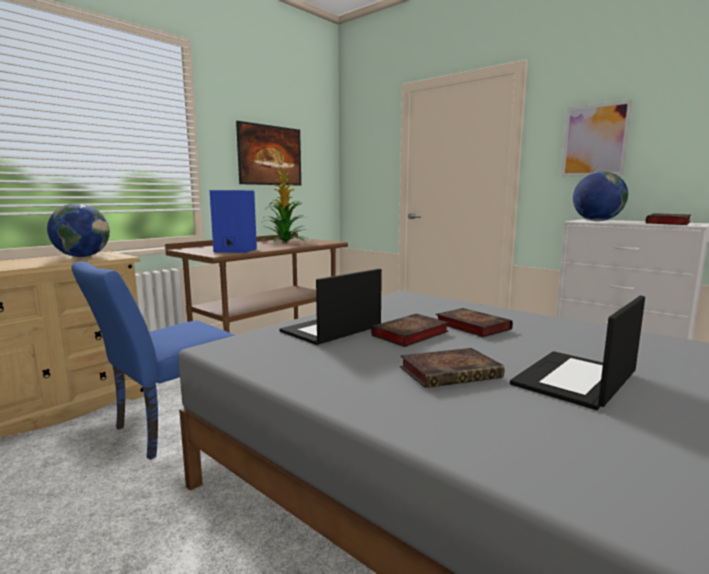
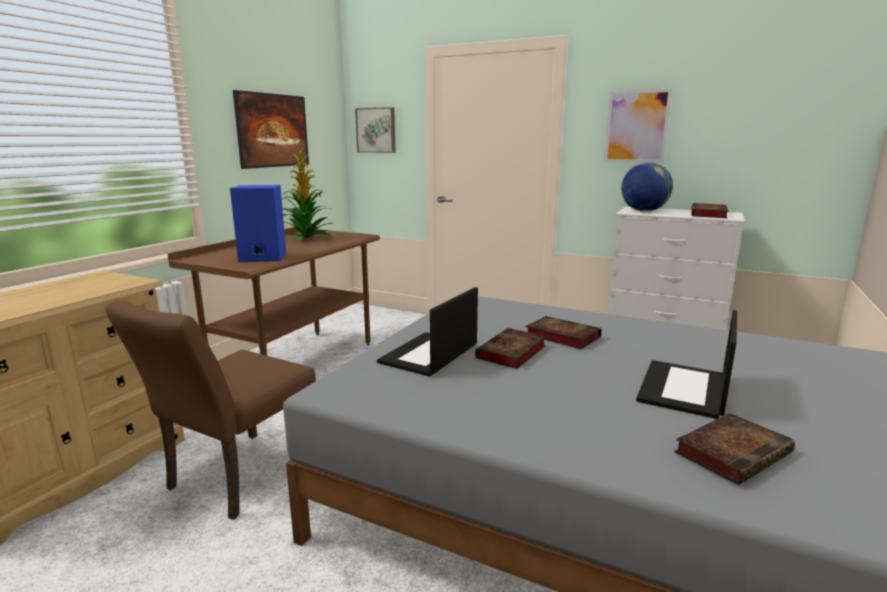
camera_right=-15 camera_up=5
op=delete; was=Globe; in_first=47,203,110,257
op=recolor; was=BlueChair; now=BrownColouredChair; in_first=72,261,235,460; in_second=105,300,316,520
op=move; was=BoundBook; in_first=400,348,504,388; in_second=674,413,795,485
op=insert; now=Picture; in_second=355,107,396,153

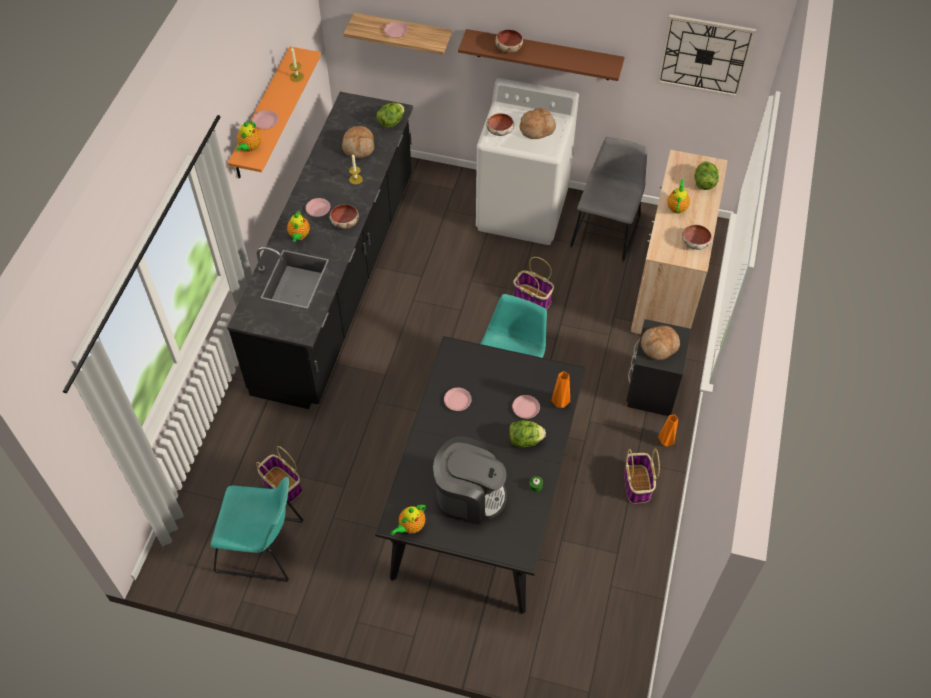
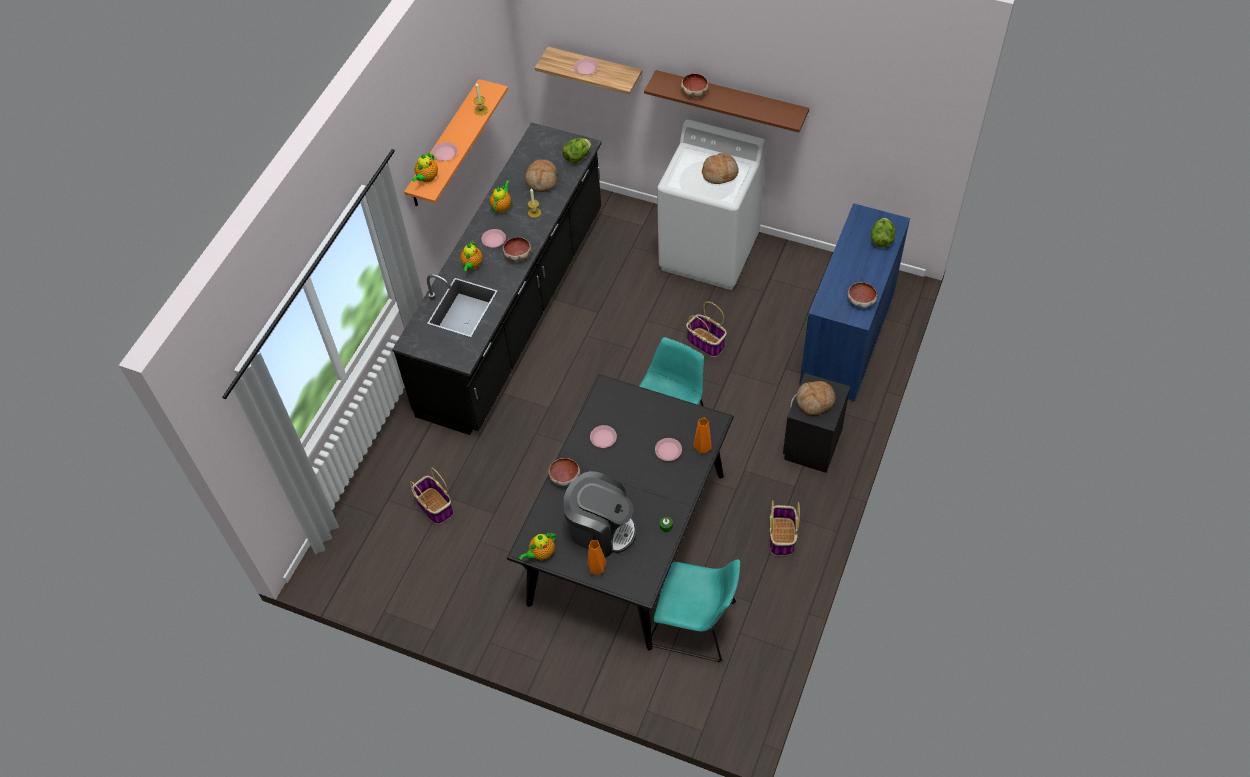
camera_right=10 camera_up=0
op=delete; was=HangingClock; in_first=657,14,756,98
op=move; was=Bowl; in_first=486,113,514,136; in_second=548,458,580,486
op=delete; was=GreyishChair; in_first=570,137,647,262
op=recolor; was=BeigeColouredStorageCabinet; now=BlueStorageCabinet; in_first=630,150,728,334; in_second=799,203,910,402
op=move; was=PotForTea; in_first=667,180,690,214; in_second=490,180,511,213
op=move; was=OrangeVase; in_first=658,415,678,447; in_second=587,541,606,575
op=delete; was=LettuceHead; in_first=509,420,546,448
op=move; was=TurquoiseColouredChair; in_first=210,477,303,582; in_second=651,559,740,663

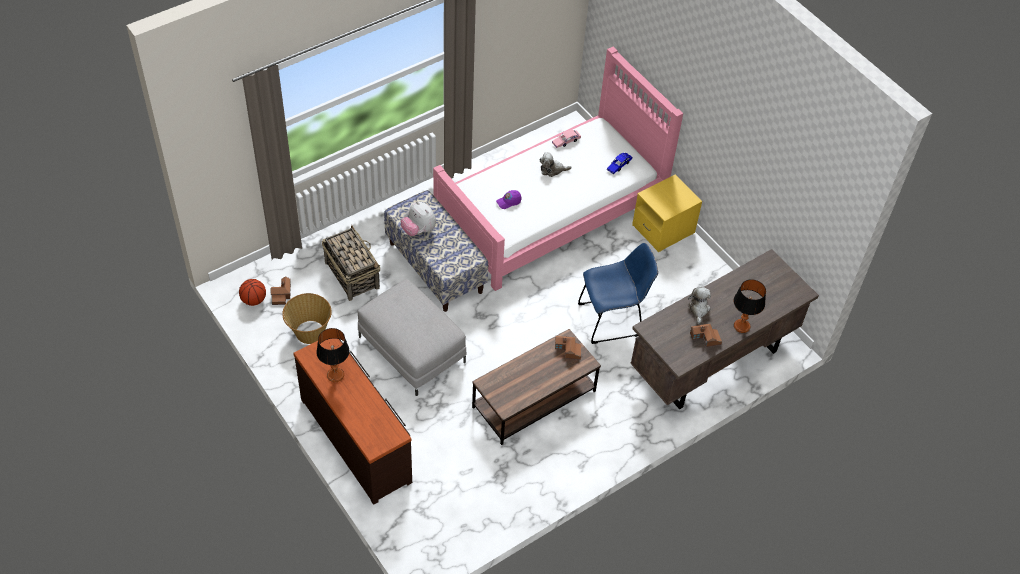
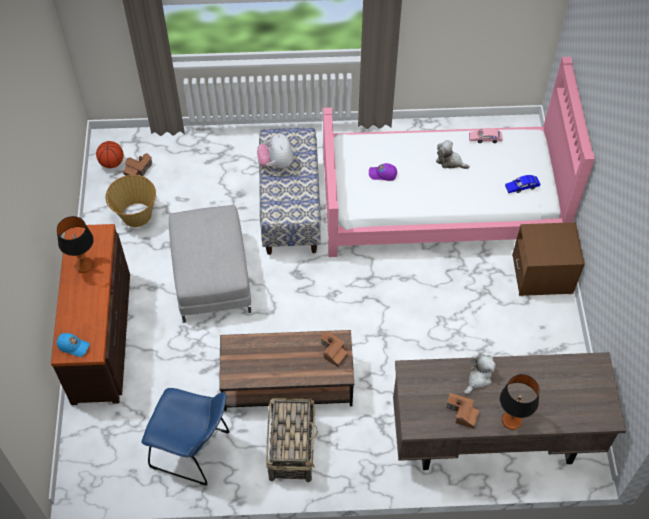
camera_right=35 camera_up=5
op=recolor; was=YellowishNightstand; now=BrownColouredNightstand; in_first=632,174,702,252; in_second=512,222,585,296
op=move; was=Basket; in_first=322,225,380,301; in_second=266,398,318,482
op=move; was=BlueChair; in_first=578,243,658,344; in_second=142,388,230,486
op=insert; now=BluePeakedCap; in_second=57,333,90,357

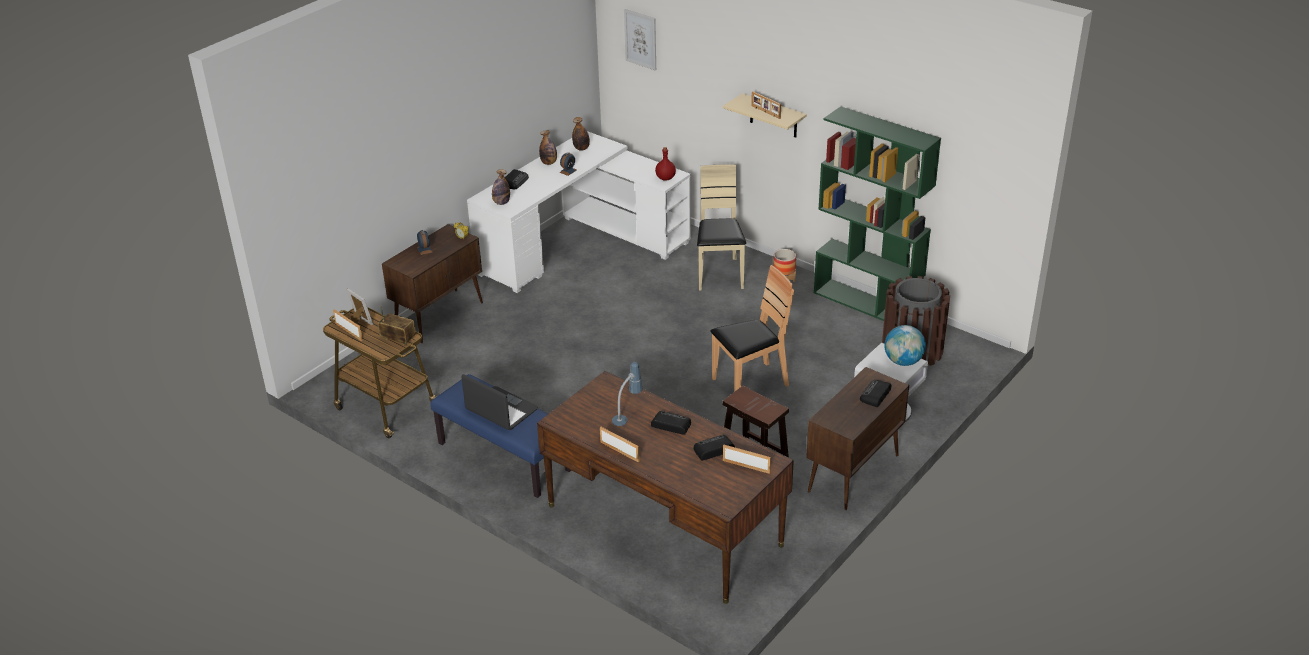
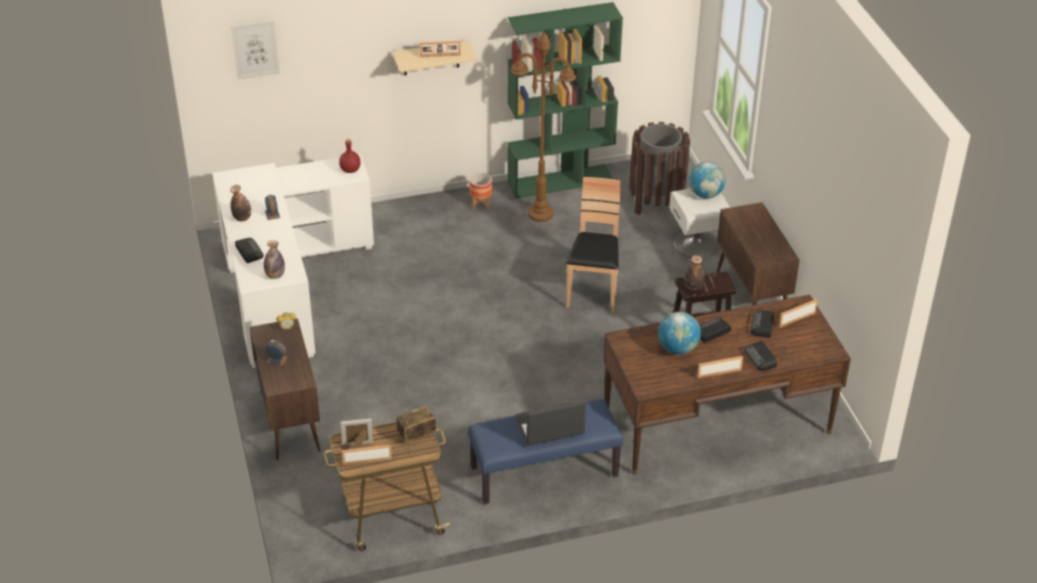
camera_right=-55 camera_up=5
op=move; was=DrinkBottle; in_first=572,117,590,151; in_second=684,255,705,291
op=delete; was=BeigeColouredChair; in_first=697,164,746,291
op=replace; was=LampForATable; now=Globe; in_first=612,362,642,426; in_second=658,312,701,355
op=move; was=RadioSet; in_first=860,380,891,407; in_second=744,341,777,371
op=insert; now=BrownColouredStandingLamp; in_second=511,32,576,222

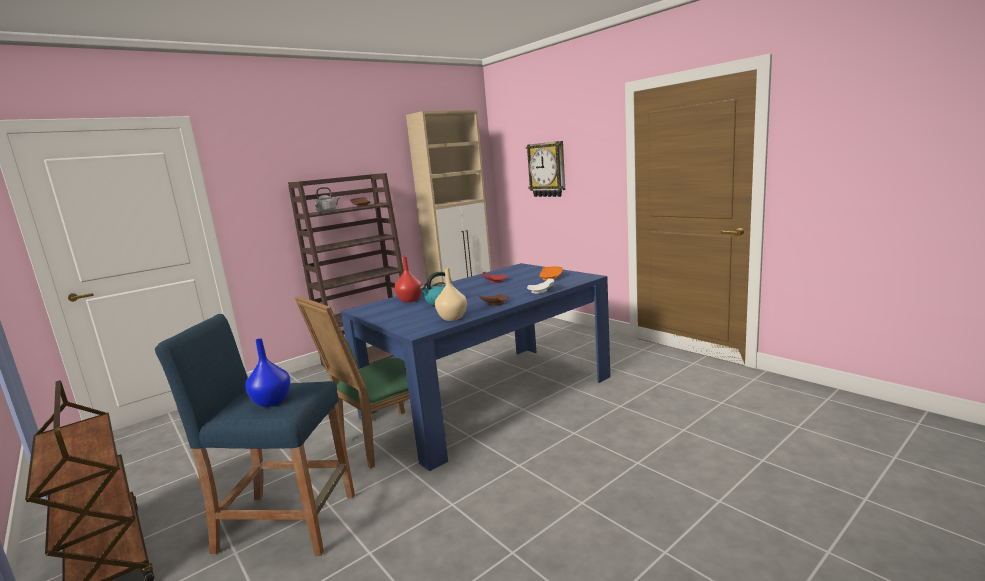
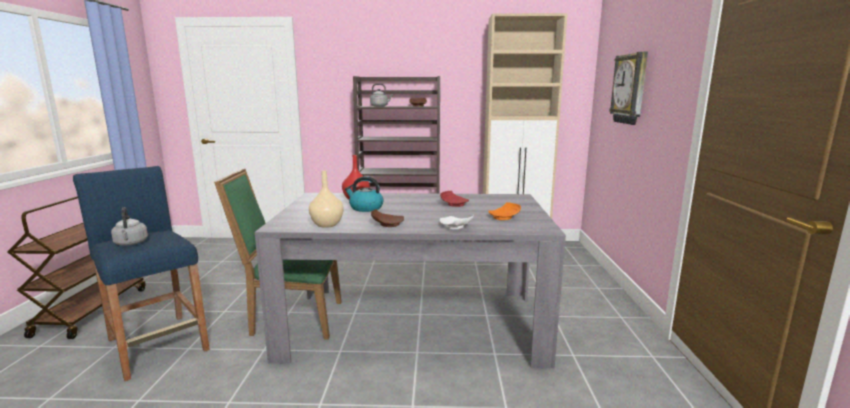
camera_right=40 camera_up=0
op=recolor; was=BlueDiningTable; now=GreyishDiningTable; in_first=341,263,611,471; in_second=255,193,566,368
op=replace; was=BlueVase; now=GreyishTeaKettle; in_first=245,338,291,407; in_second=111,207,148,246

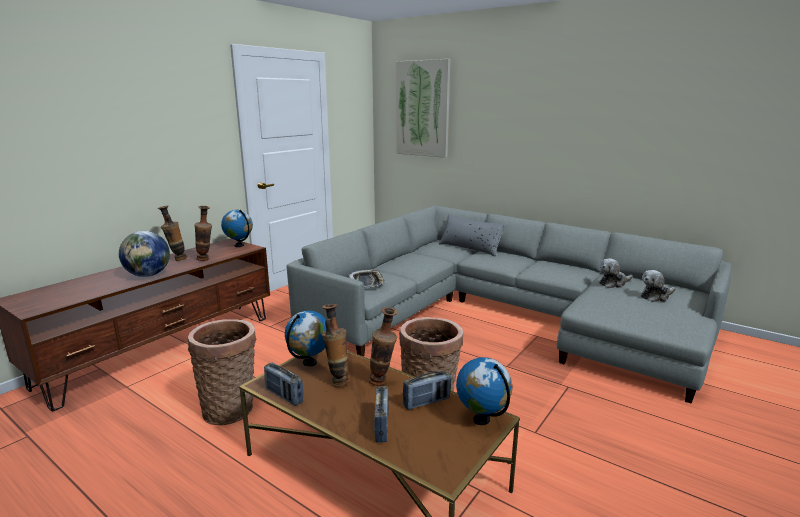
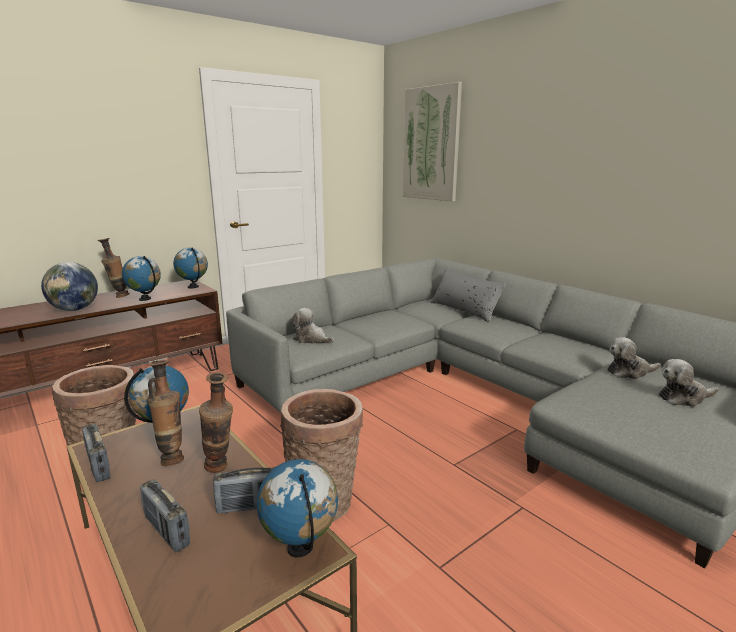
camera_right=15 camera_up=0
op=replace; was=Vase; now=Globe; in_first=194,206,212,261; in_second=122,256,161,301
op=replace; was=CarryingTray; now=SoftToy; in_first=348,269,386,288; in_second=291,308,334,344
op=rotate; was=RadioSet; in_first=374,386,389,443; in_second=140,479,190,552; clockwise=120

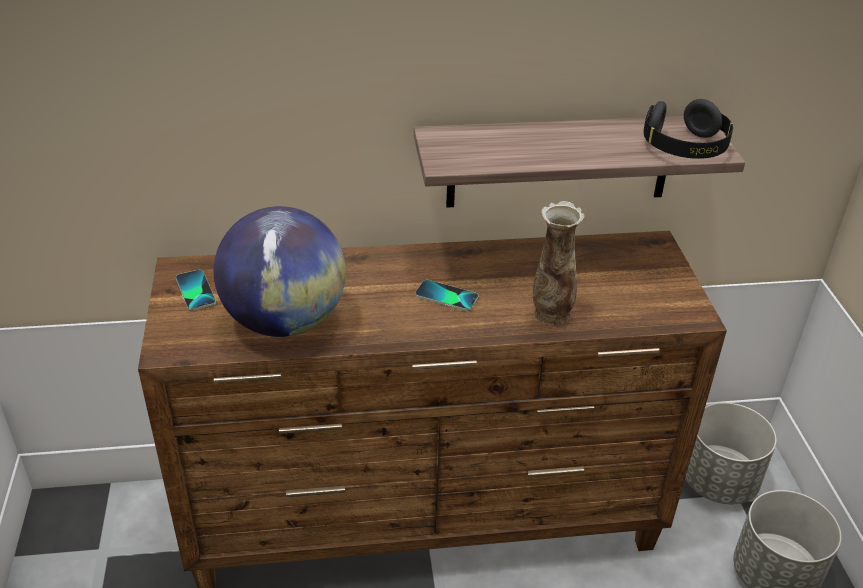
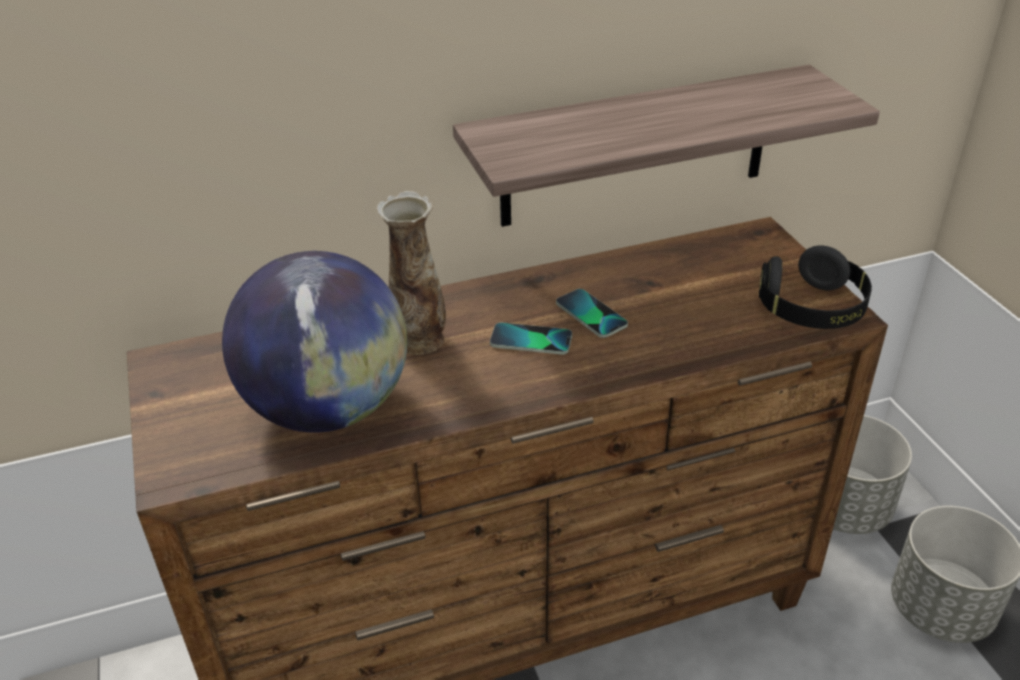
camera_right=-10 camera_up=0
op=move; was=BlackishPairOfHeadphones; in_first=644,99,733,159; in_second=759,245,872,329
op=move; was=Vase; in_first=533,201,585,326; in_second=376,191,446,355
op=move; was=Handset; in_first=176,270,216,311; in_second=556,289,628,338

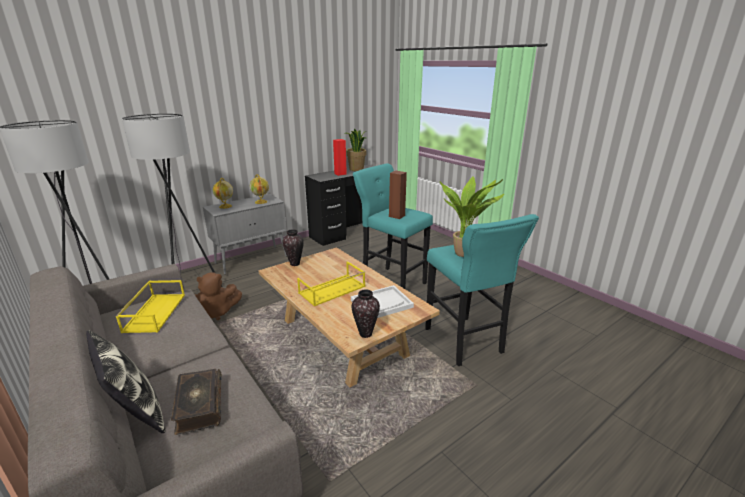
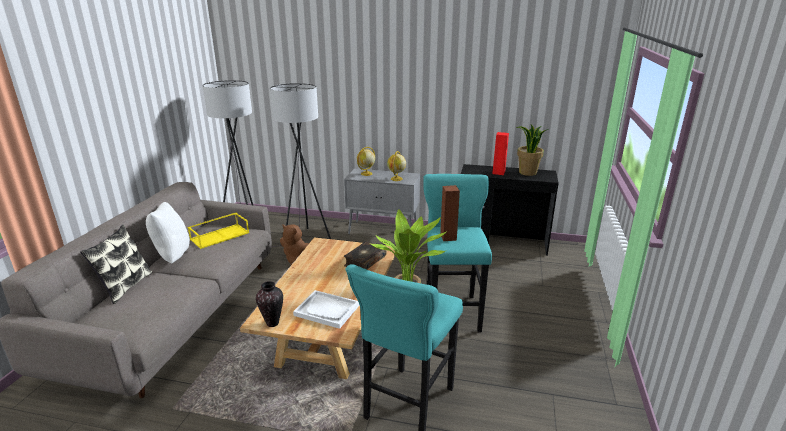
camera_right=50 camera_up=0
op=delete; was=Vase; in_first=283,229,304,266
op=delete; was=YellowishCarryingTray; in_first=297,261,365,306
op=move; was=BoundBook; in_first=171,369,222,435; in_second=344,241,387,270
op=insert; now=WhiteCushion; in_second=146,202,190,263

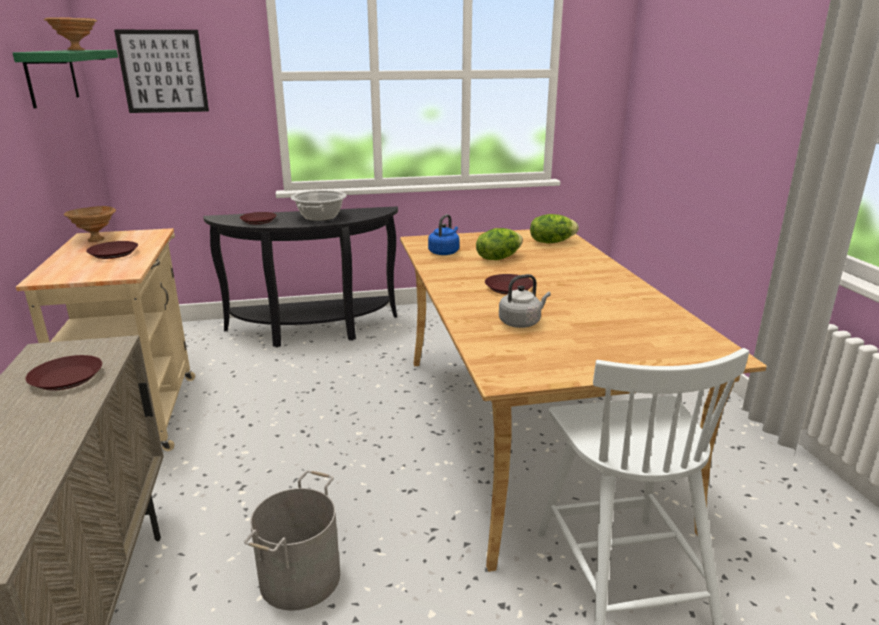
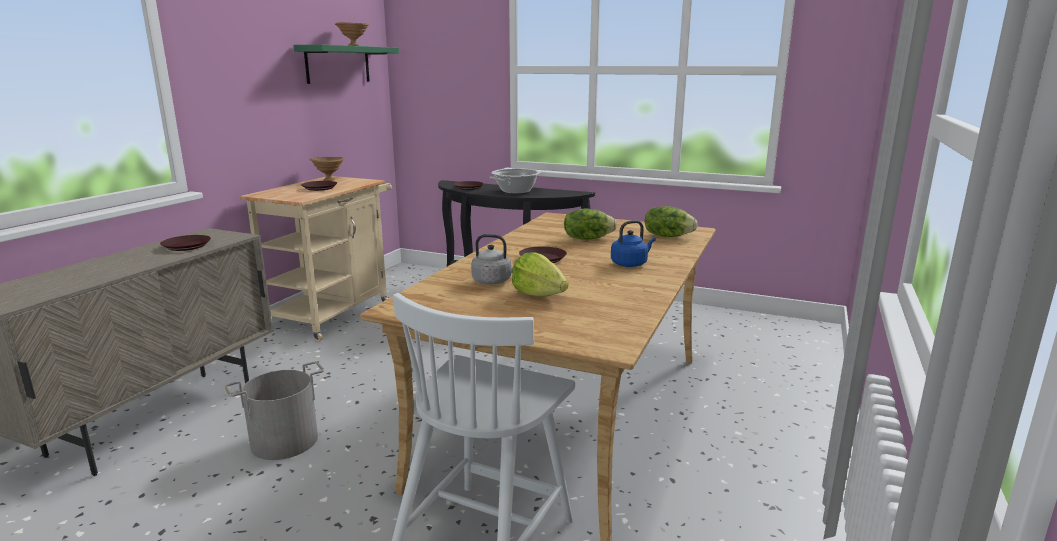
camera_right=35 camera_up=-5
op=delete; was=Picture; in_first=114,30,209,113
op=move; was=BlueTeaKettle; in_first=428,214,459,255; in_second=611,220,656,267
op=insert; now=LettuceHead; in_second=512,253,568,297

